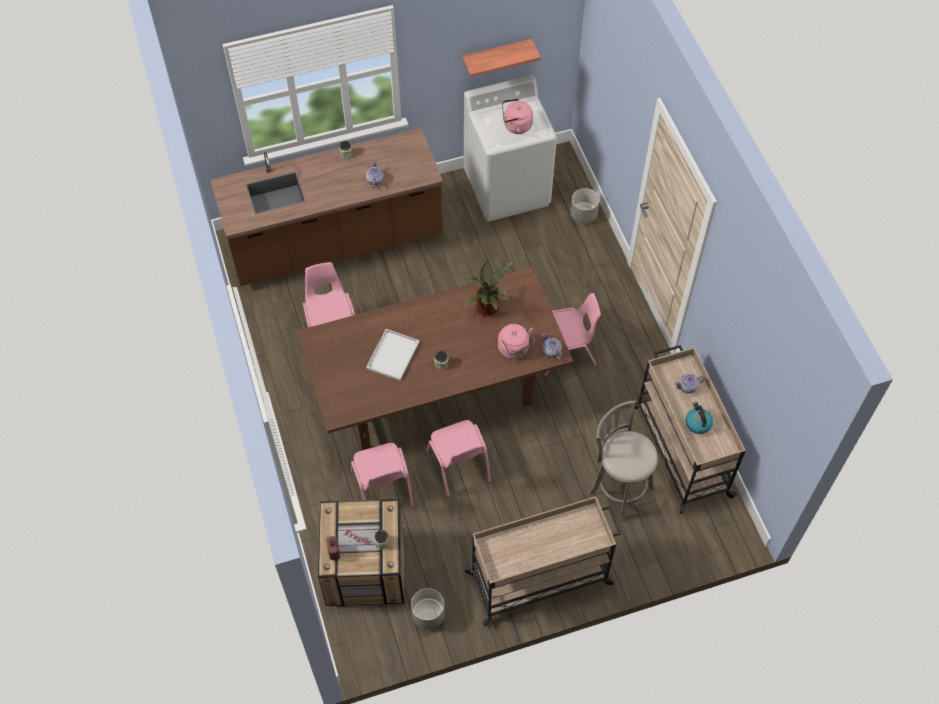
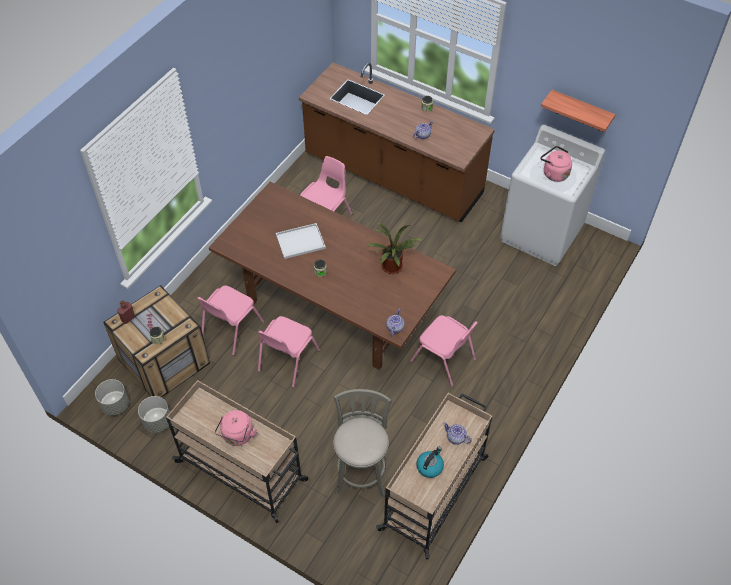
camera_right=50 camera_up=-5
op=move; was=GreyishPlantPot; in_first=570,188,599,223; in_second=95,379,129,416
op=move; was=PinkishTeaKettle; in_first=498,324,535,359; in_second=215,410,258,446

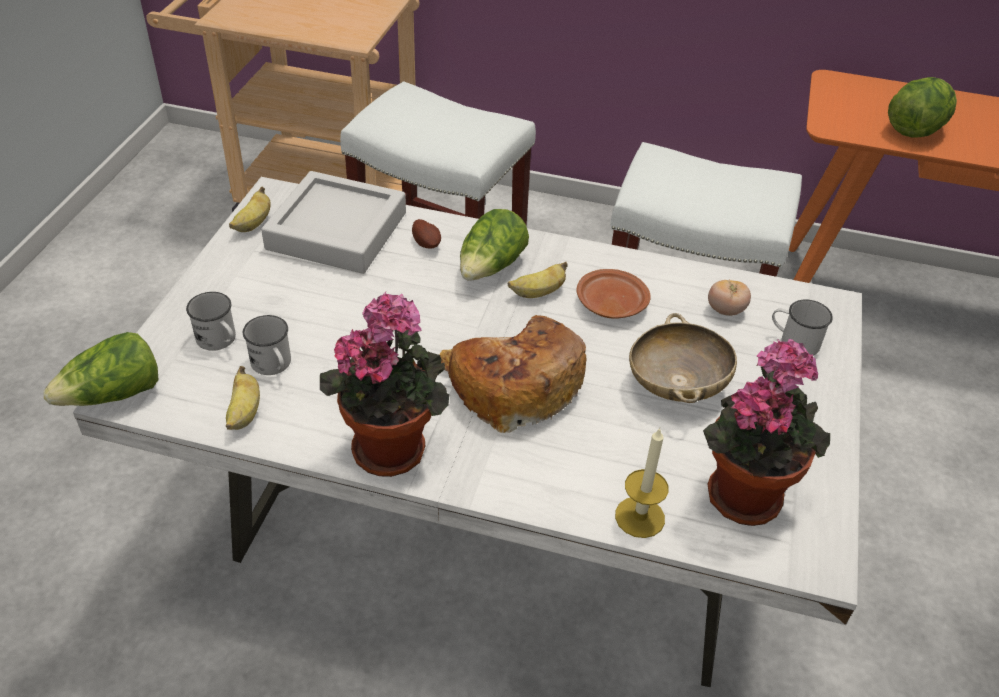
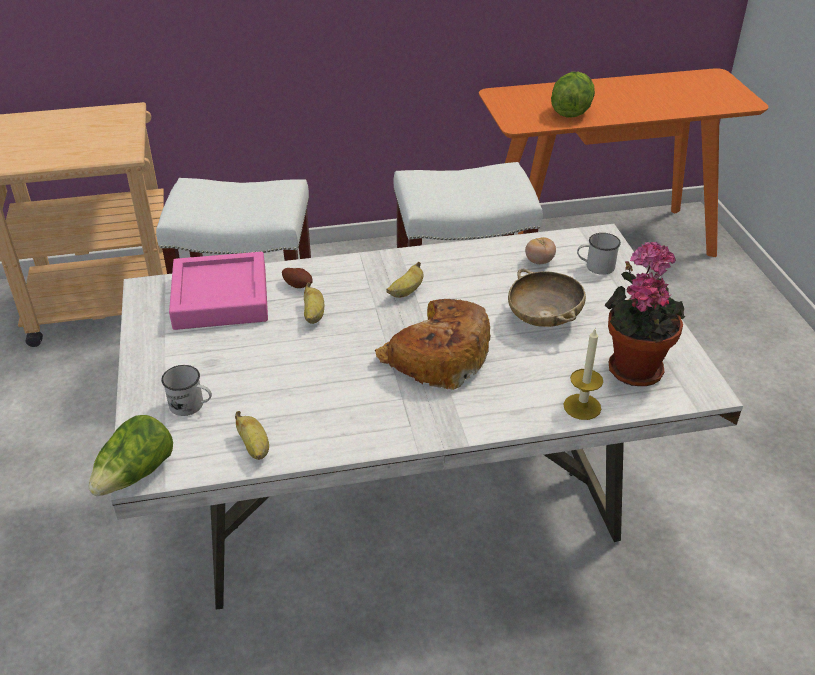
camera_right=-25 camera_up=-5
op=recolor; was=GreyishCarryingTray; now=PinkishCarryingTray; in_first=261,171,406,274; in_second=169,252,268,330
op=move; was=BananaFruit; in_first=229,187,271,232; in_second=304,282,324,324
op=delete; was=LettuceHead; in_first=460,209,529,281
op=delete; was=BrownColouredFlatDish; in_first=576,269,651,319
op=delete; was=PlantInAPot; in_first=320,292,449,477
op=delete; was=WhiteCoffeeMug; in_first=243,315,291,375

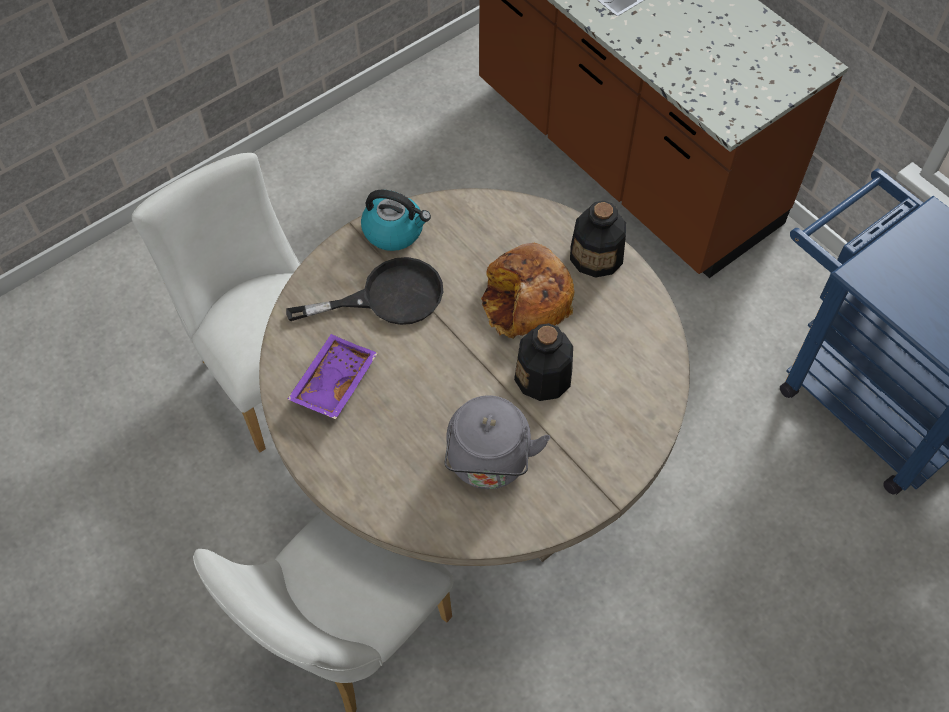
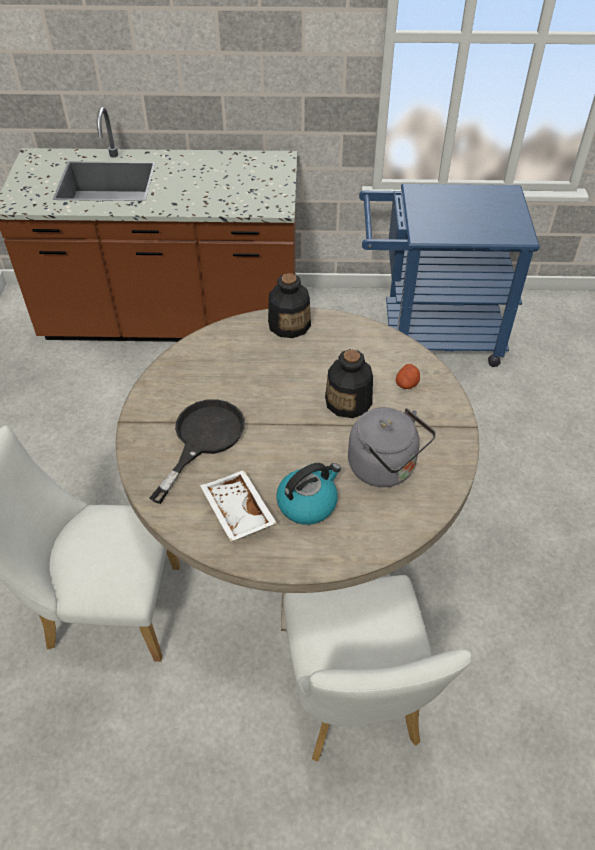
camera_right=-50 camera_up=-10
op=move; was=TeaKettle; in_first=361,190,431,251; in_second=276,463,341,525
op=delete; was=BakeryBread; in_first=481,243,574,339
op=recolor; was=PurpleColouredCarryingTray; now=WhiteCarryingTray; in_first=287,334,378,419; in_second=200,470,277,541
op=insert; now=Potato; in_second=396,364,420,389

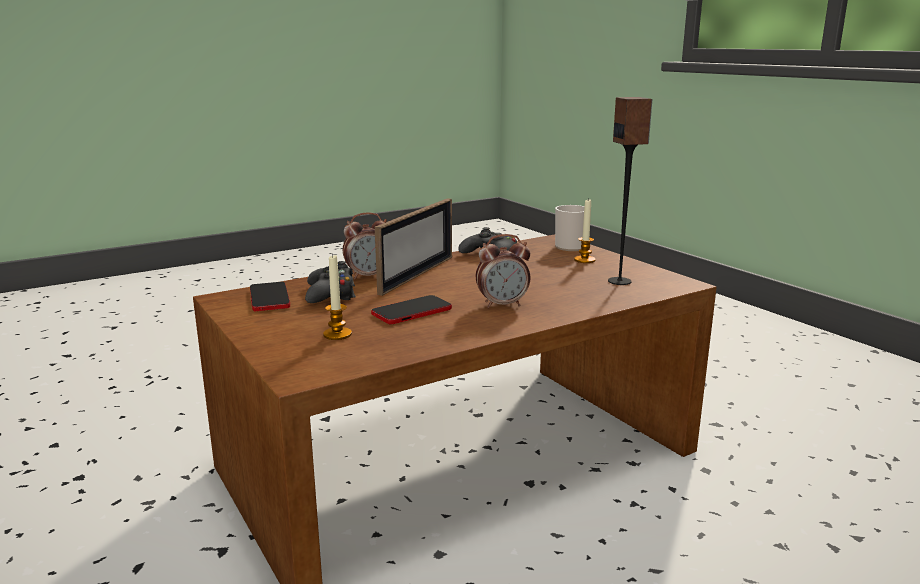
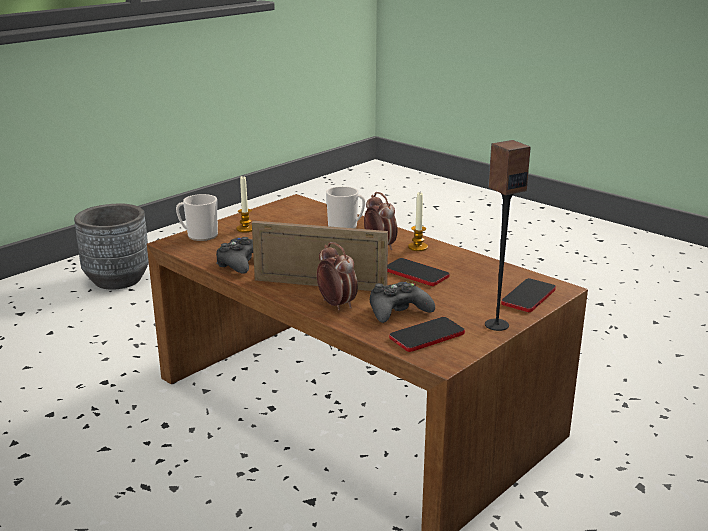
camera_right=-105 camera_up=5
op=move; was=Speaker; in_first=608,97,652,285; in_second=485,140,531,331
op=move; was=WaxLight; in_first=323,254,352,340; in_second=408,192,428,251
op=insert; now=CoffeeMug; in_second=326,186,365,228
op=insert; now=GreyishPlantPot; in_second=74,204,149,290
op=insert; now=Handset; in_second=501,278,556,312

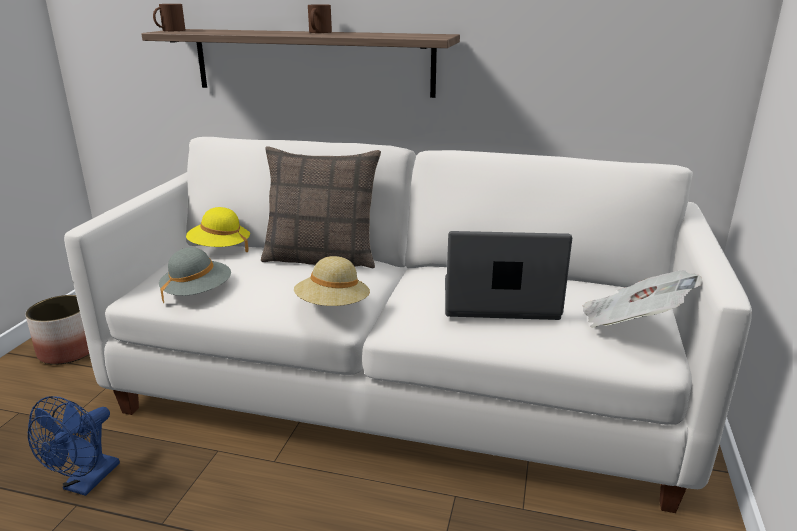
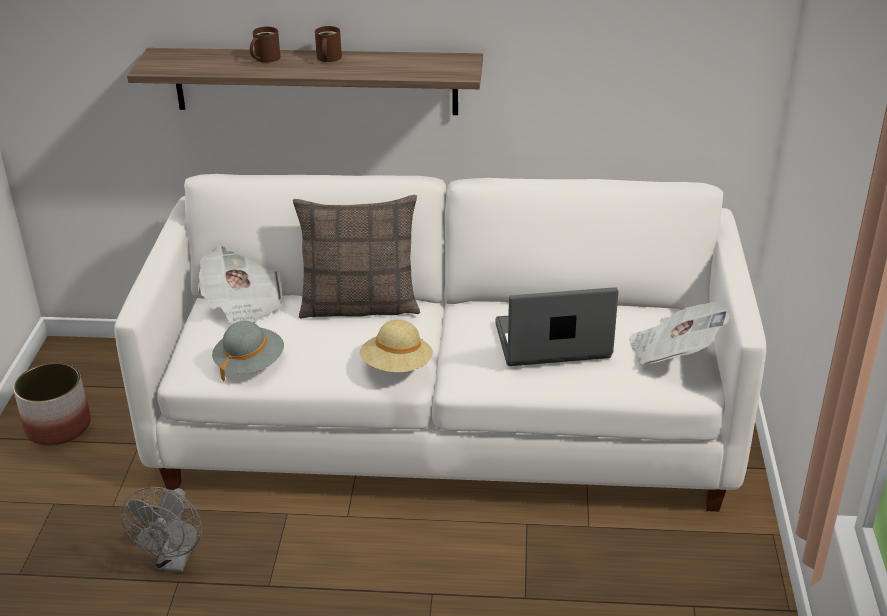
camera_right=-10 camera_up=10
op=move; was=BrownColouredCoffeeMug; in_first=153,4,185,31; in_second=250,26,281,63
op=replace; was=YellowishWearableHat; now=Newspaper; in_first=186,207,250,252; in_second=198,245,282,325
op=recolor; was=BlueElectricFan; now=GreyishElectricFan; in_first=28,396,120,496; in_second=121,487,202,573

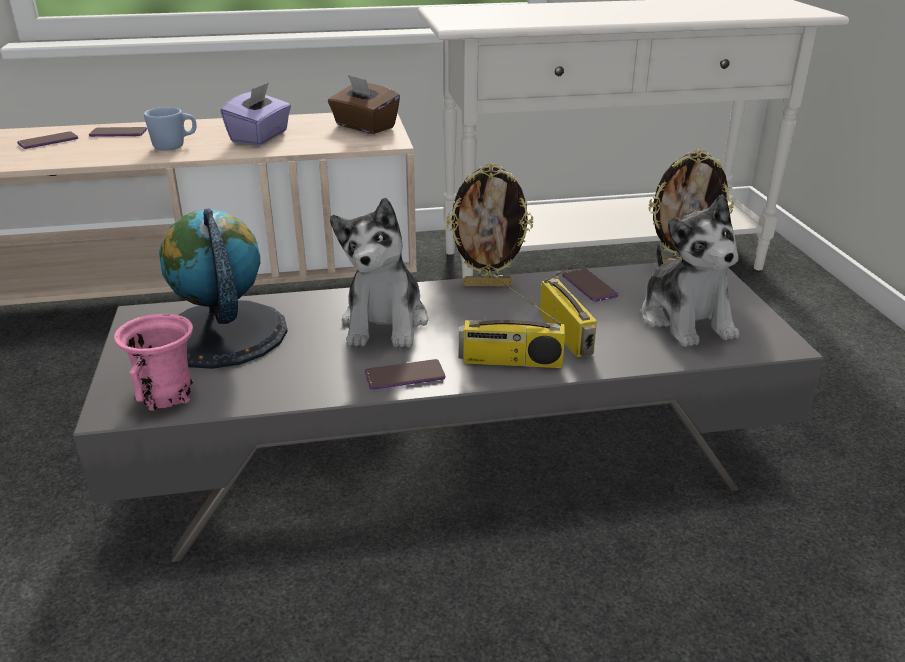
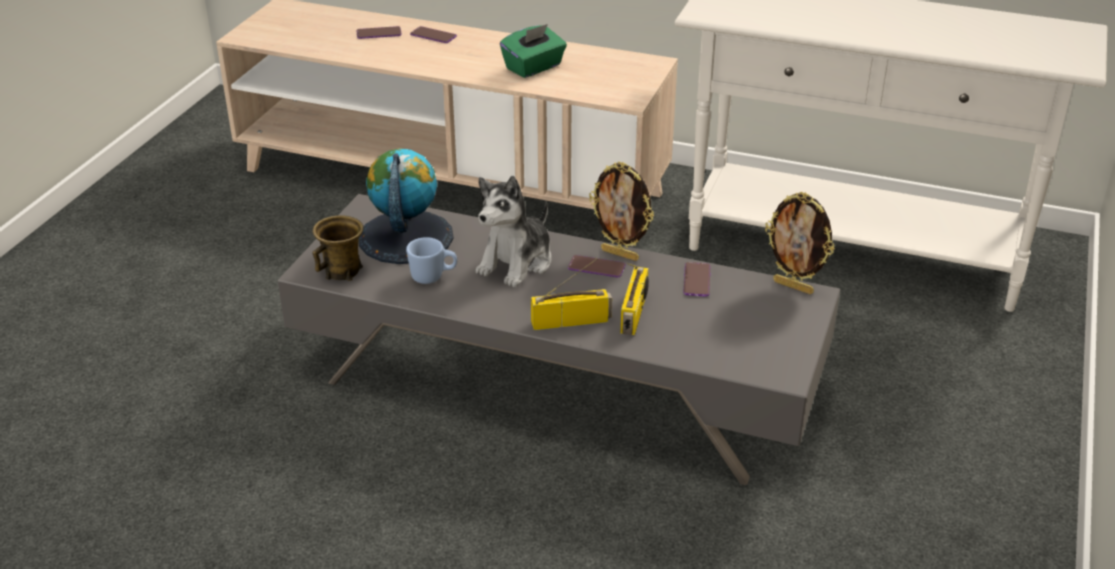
camera_right=30 camera_up=5
op=delete; was=BrownColouredTissueHolder; in_first=328,75,400,134
op=recolor; was=PurpleColouredTissueHolder; now=GreenishTissueHolder; in_first=221,82,291,146; in_second=500,24,567,78
op=move; was=BlueCoffeeMug; in_first=144,107,197,151; in_second=406,237,457,284
op=delete; was=SoftToy; in_first=641,194,740,347
op=rotate; was=RadioSet; in_first=459,267,565,368; in_second=531,258,612,330; clockwise=135
op=recolor; was=PinkishCoffeeMug; now=BrownColouredCoffeeMug; in_first=114,314,193,411; in_second=312,215,363,281
op=move; was=Handset; in_first=365,359,446,390; in_second=568,255,626,278

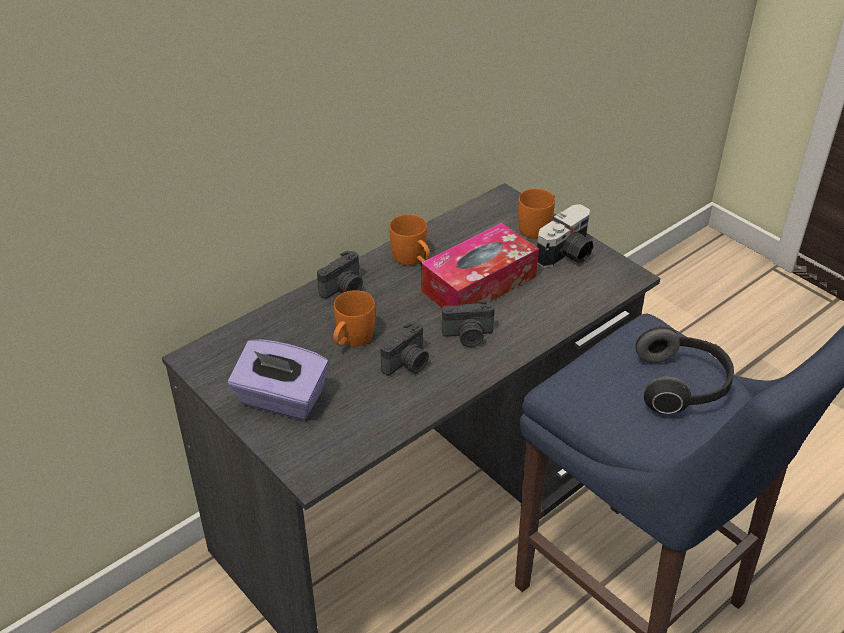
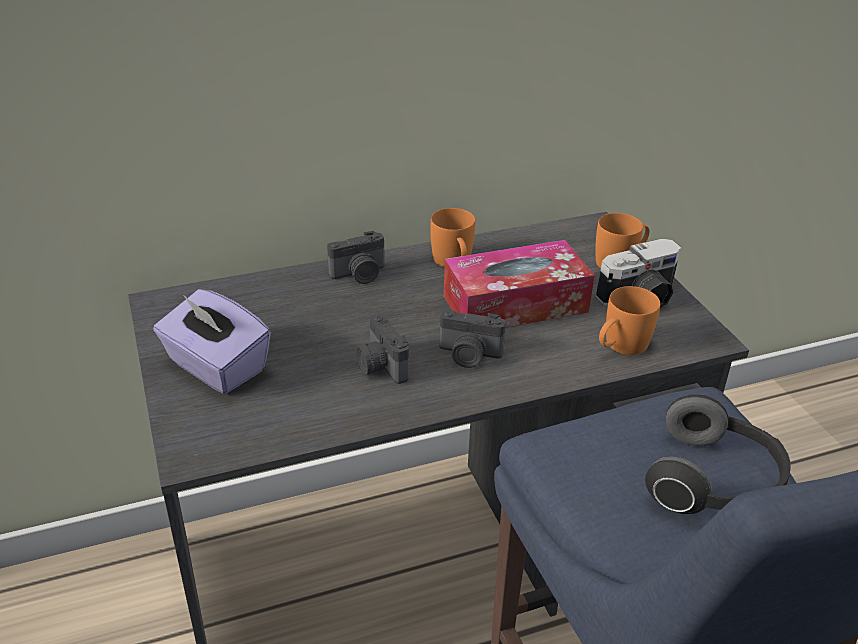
camera_right=20 camera_up=-5
op=move; was=OrangeCoffeeMug; in_first=333,290,375,346; in_second=599,286,660,355
op=rotate; was=PhotoCamera; in_first=380,322,429,376; in_second=355,314,409,384; clockwise=90

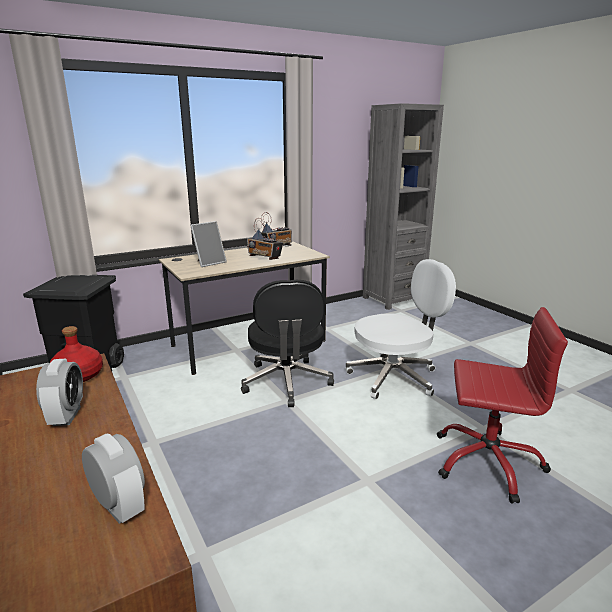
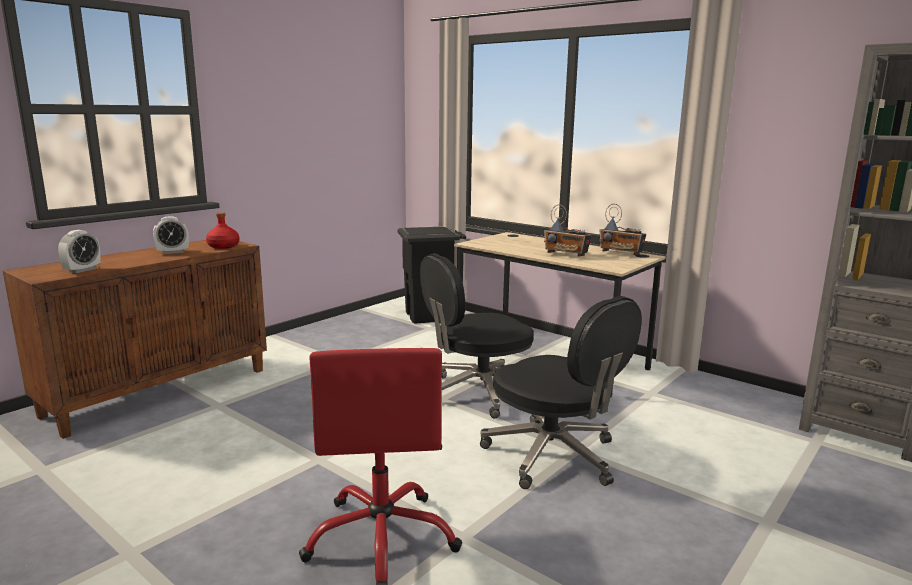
camera_right=70 camera_up=-5
op=rotate; was=RadioSet; in_first=247,218,283,260; in_second=544,204,592,257; clockwise=-75
op=delete; was=PhotoFrame; in_first=190,221,227,267
op=recolor; was=WhiteOfficeChair; now=BlackishOfficeChair; in_first=345,259,456,399; in_second=480,296,642,489

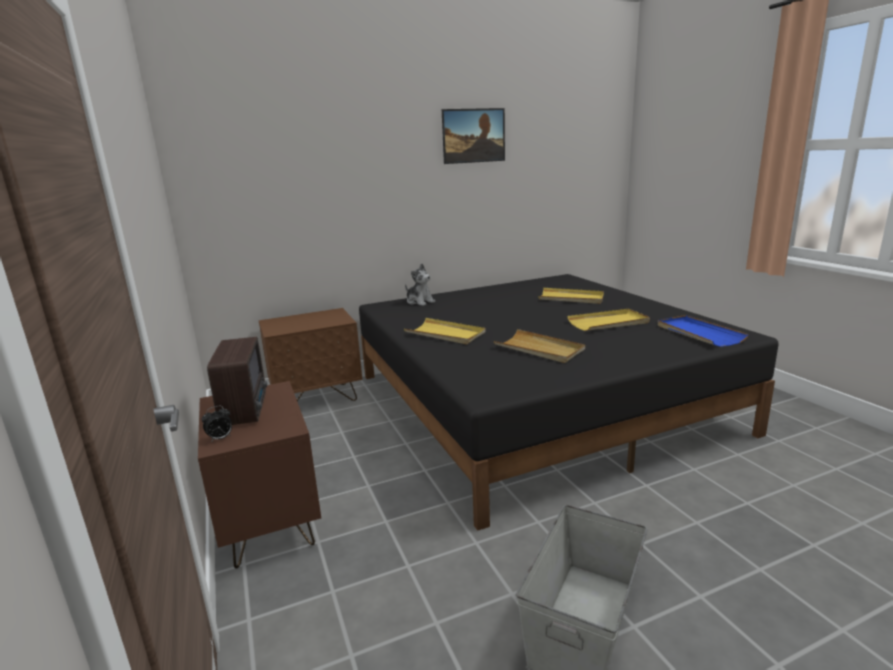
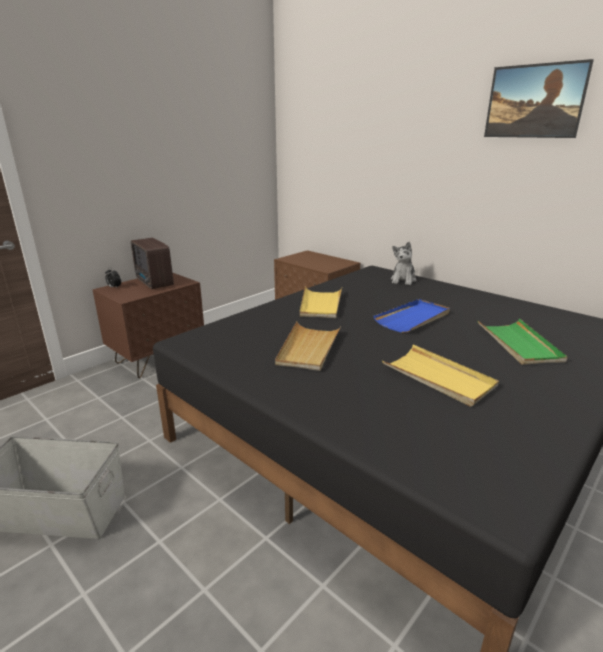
camera_right=65 camera_up=5
op=recolor; was=YellowishCarryingTray; now=GreenishCarryingTray; in_first=538,288,604,304; in_second=477,319,567,365
op=move; was=BlueCarryingTray; in_first=658,315,749,347; in_second=374,299,450,333
op=rotate; was=RadioSet; in_first=207,337,267,425; in_second=131,238,174,289; clockwise=90

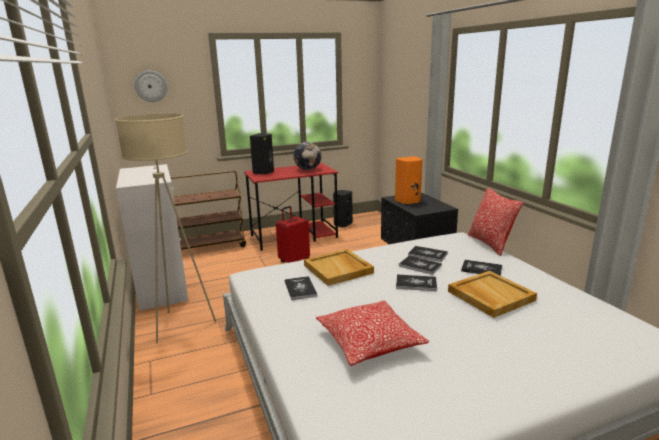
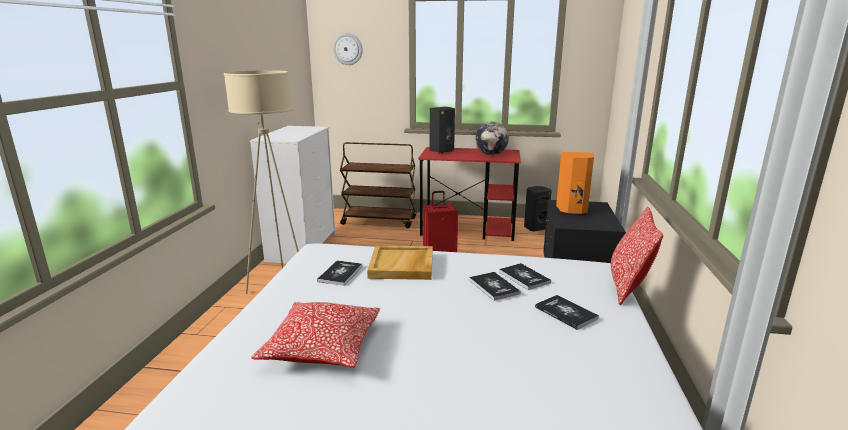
camera_right=30 camera_up=0
op=delete; was=BeigeColouredCarryingTray; in_first=448,271,537,318
op=delete; was=BoundBook; in_first=396,274,437,291

